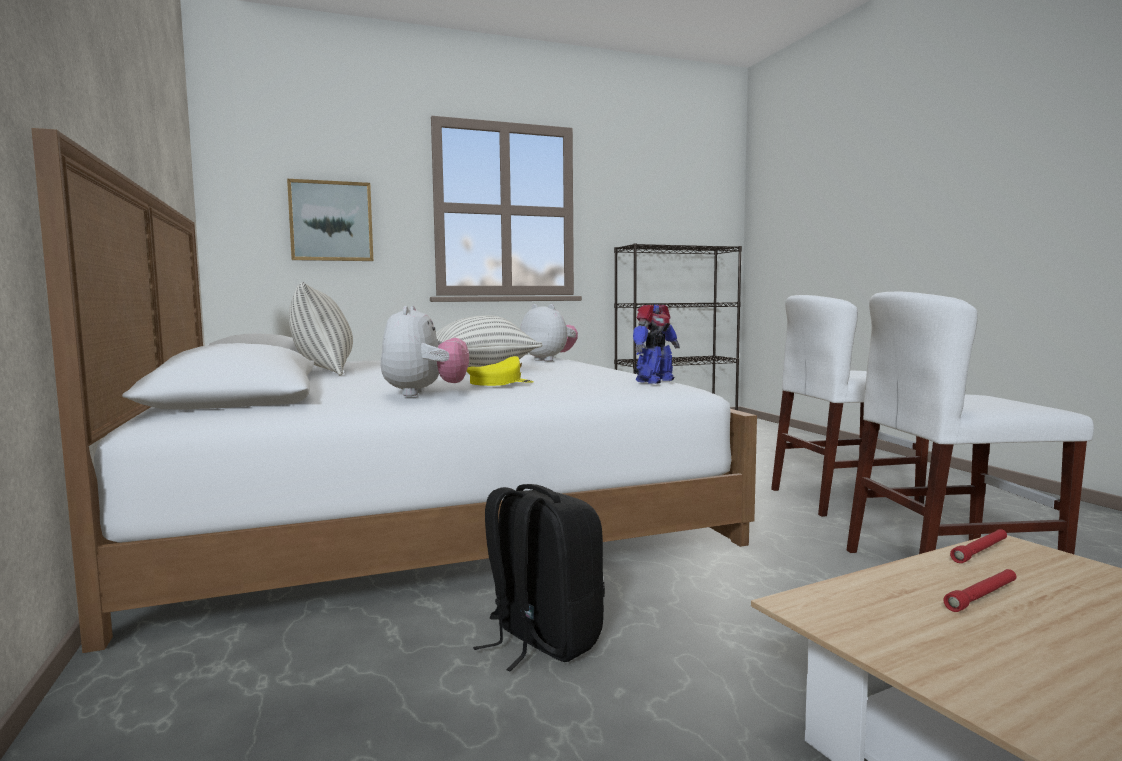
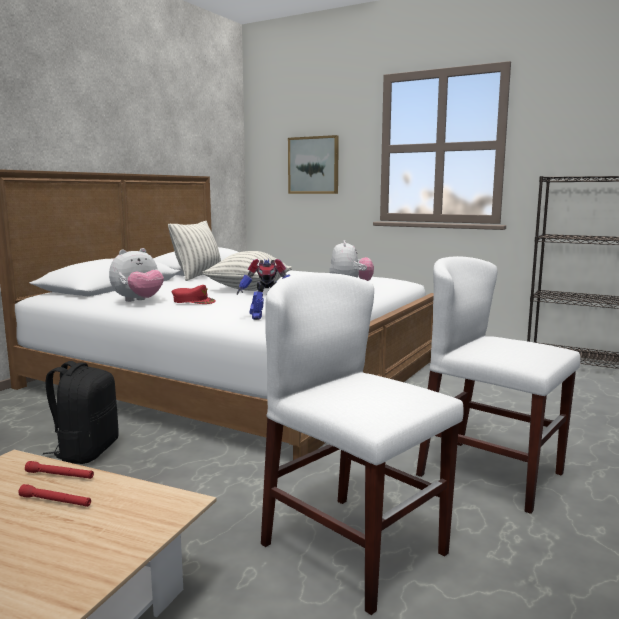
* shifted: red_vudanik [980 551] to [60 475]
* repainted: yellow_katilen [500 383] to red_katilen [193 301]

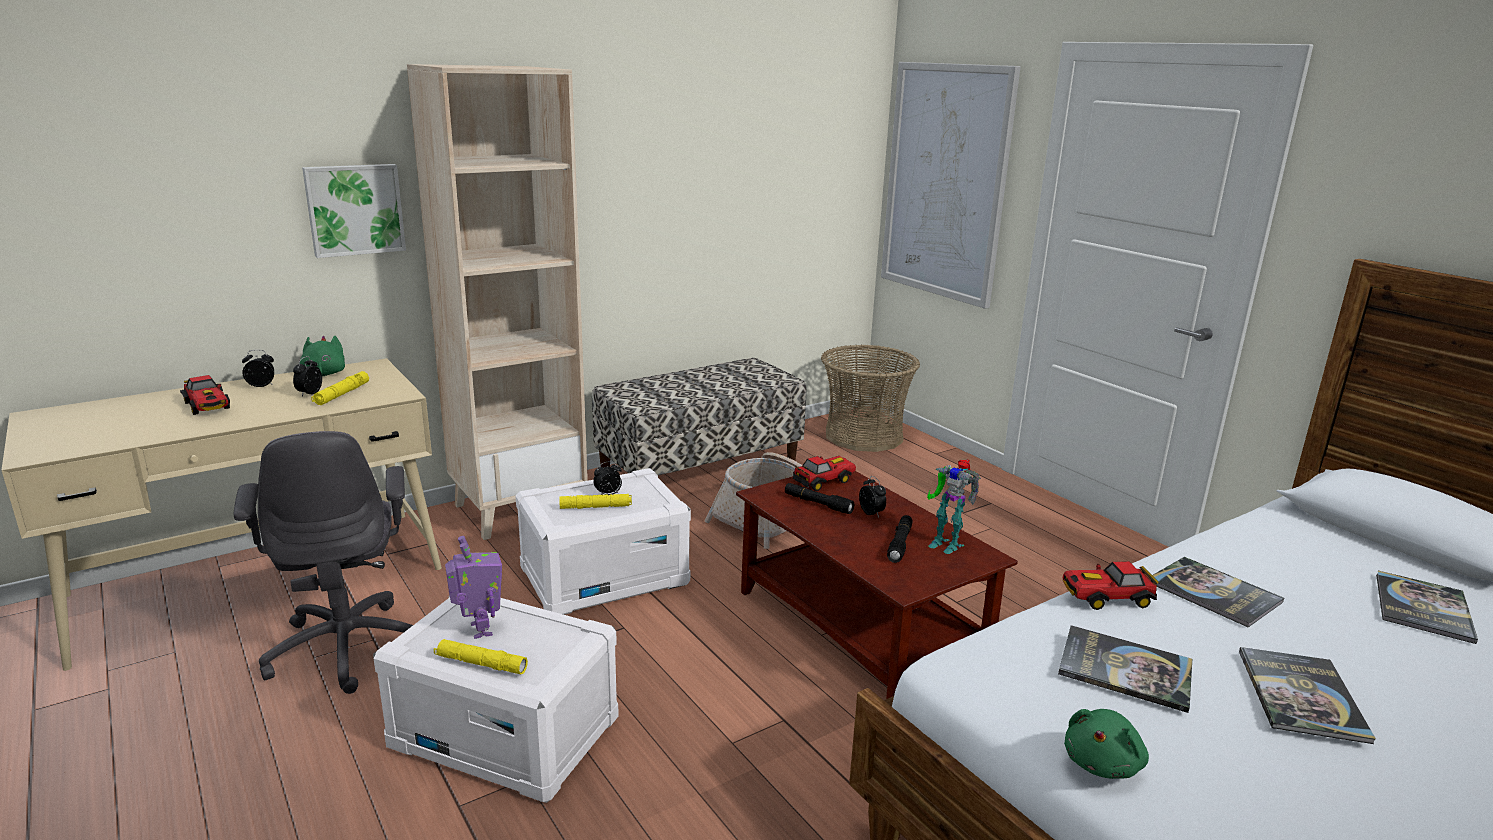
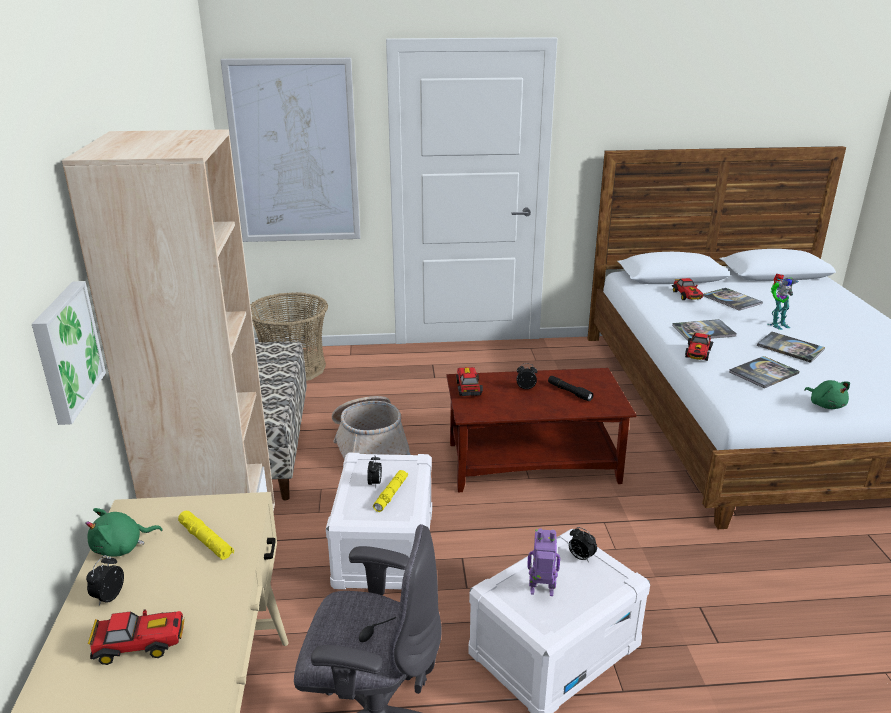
* gone: yellow_vudanik [481 663]
* gone: black_vudanik [818 504]
* new: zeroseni [687 296]
* shifted: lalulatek [309 394] to [580 557]
* shifted: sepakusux [945 543] to [776 324]
* rotated: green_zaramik [323 374] = [122 547] 45 degrees counterclockwise

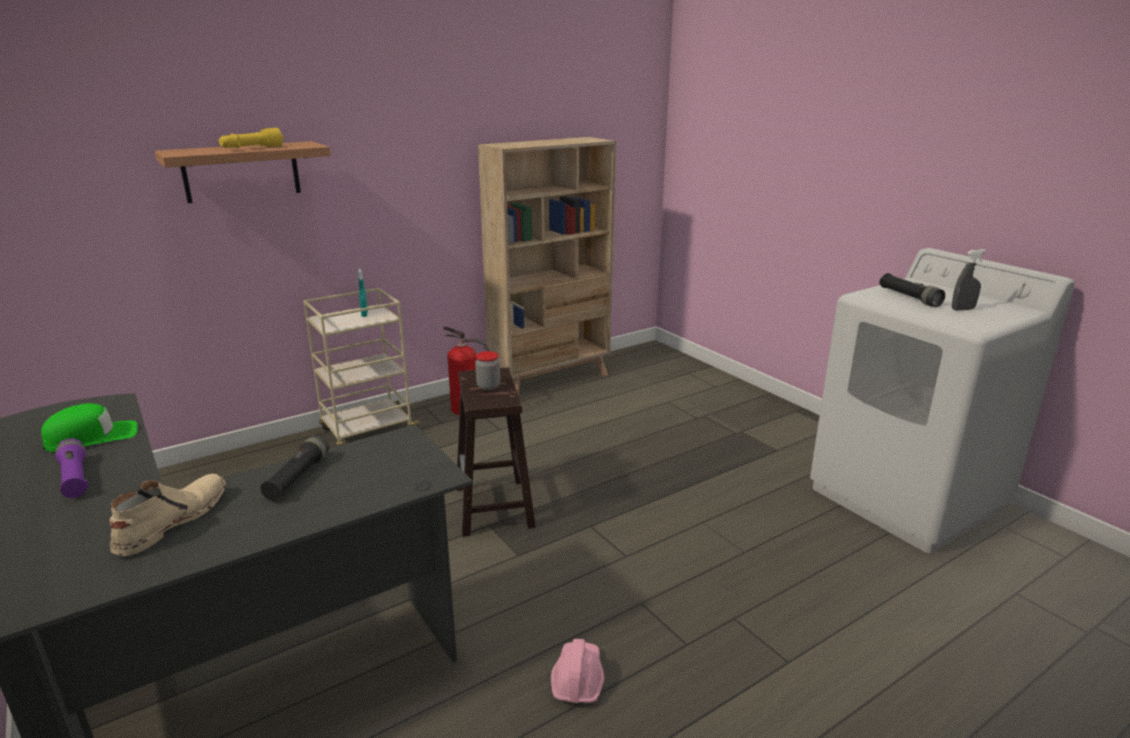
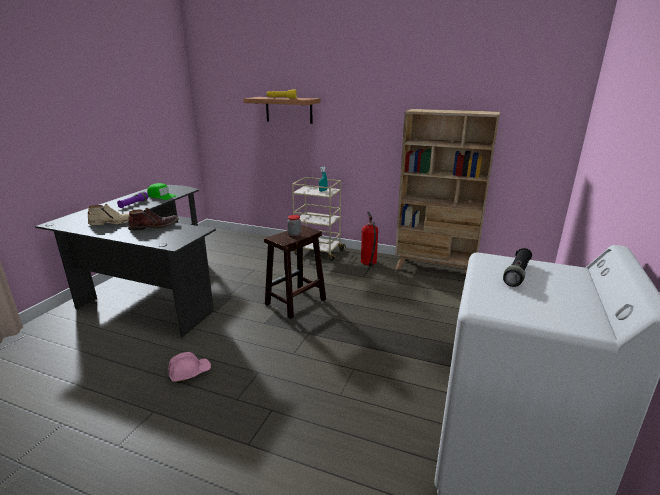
* gone: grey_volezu [962 309]
* swapped: black_vudanik [297 477] to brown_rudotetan [154 226]

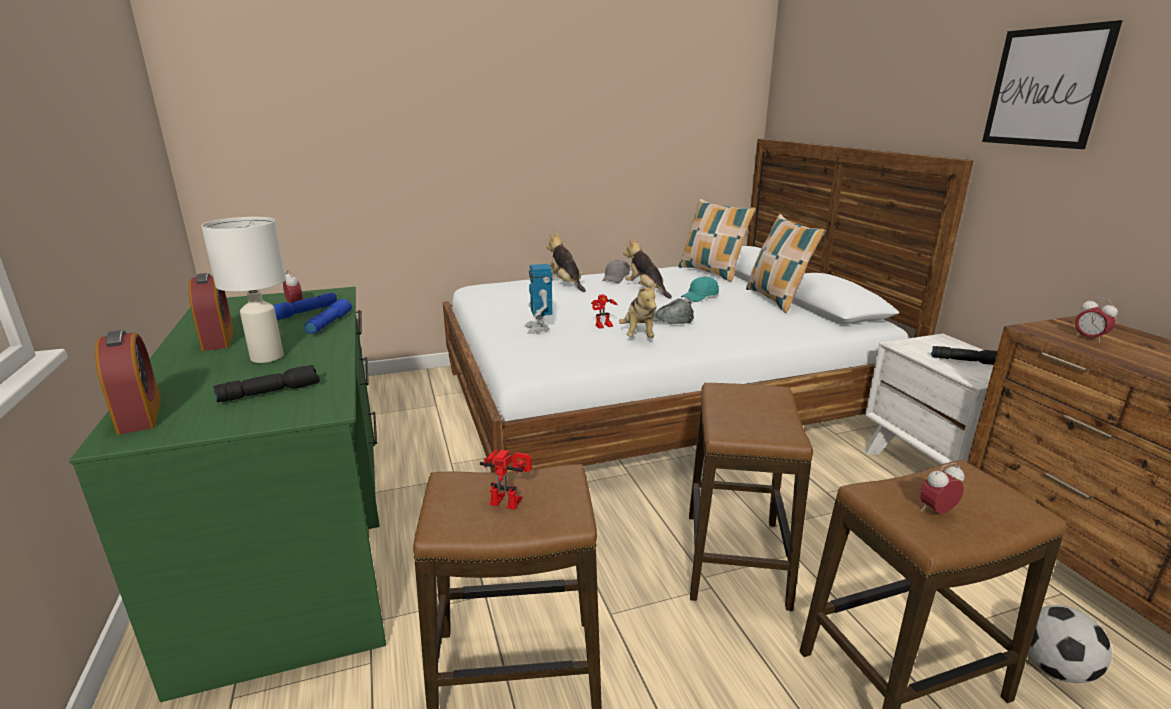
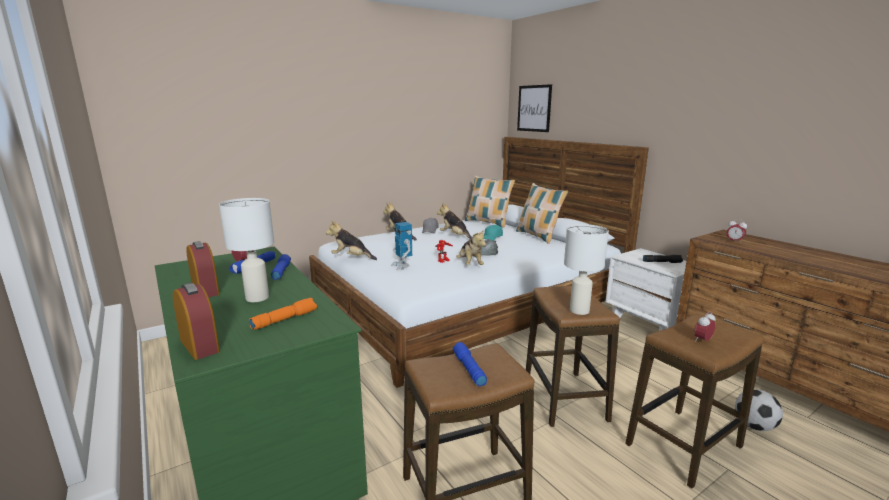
* new: zaramik [351 258]
* new: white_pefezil [579 310]
* shifted: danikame [1045 87] to [534 108]
* swapped: sepakusux [509 499] to blue_vudanik [468 369]
* repainted: black_vudanik [270 392] to orange_vudanik [285 319]

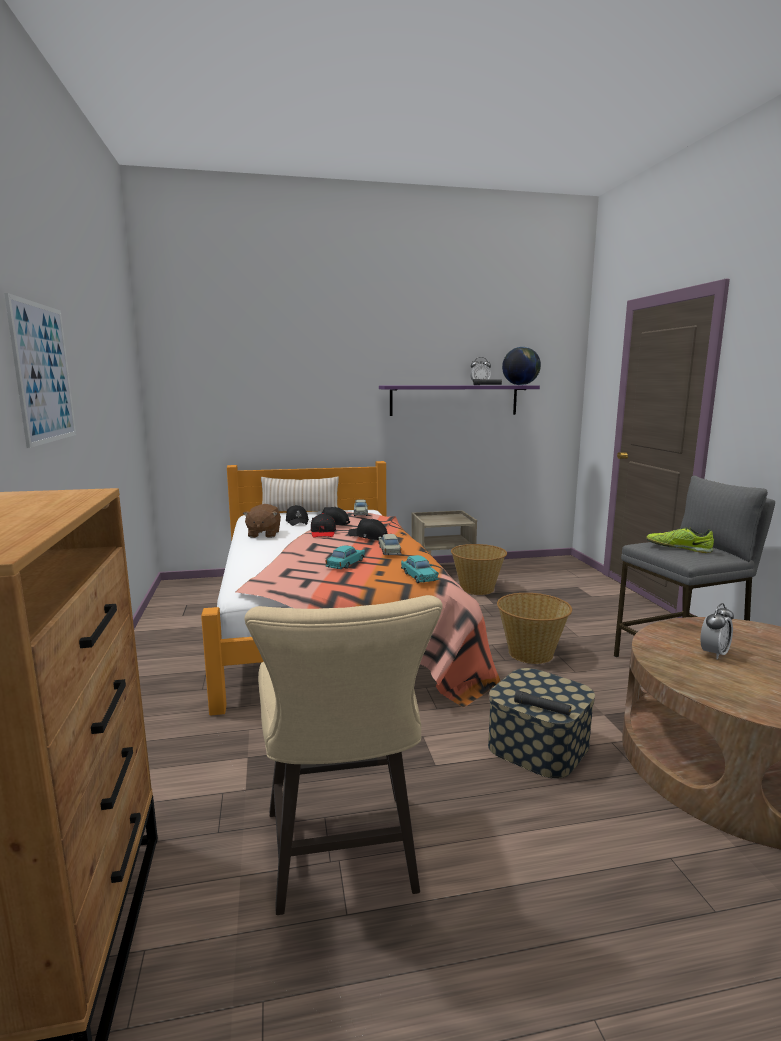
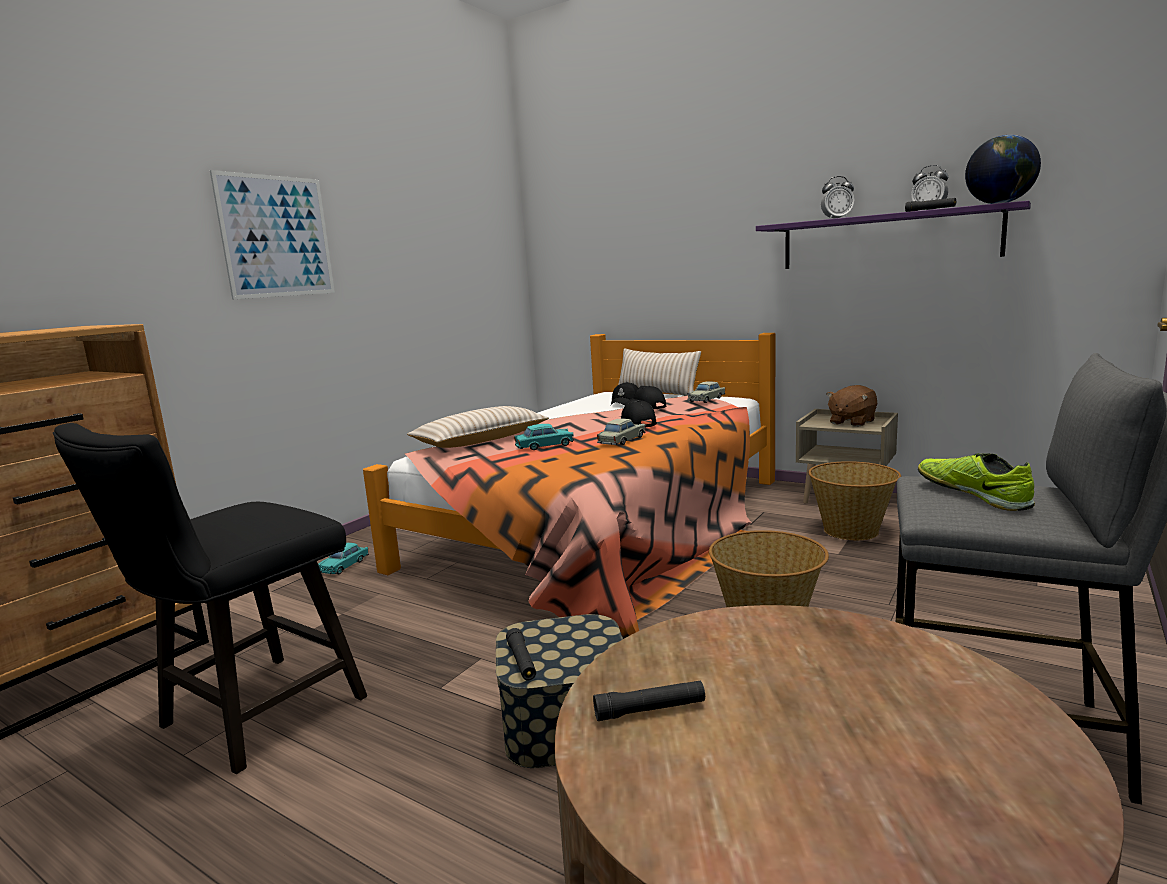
* gone: black_katilen [323 533]
* new: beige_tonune [481 441]
* new: black_vudanik [650 710]
* shifted: brown_zaramik [263 534] to [851 422]
* shifted: turquoise_zeroseni [419 576] to [344 565]
* shifted: lalulatek [714 653] to [837 219]
* repainted: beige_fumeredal [343 859] to black_fumeredal [249 718]

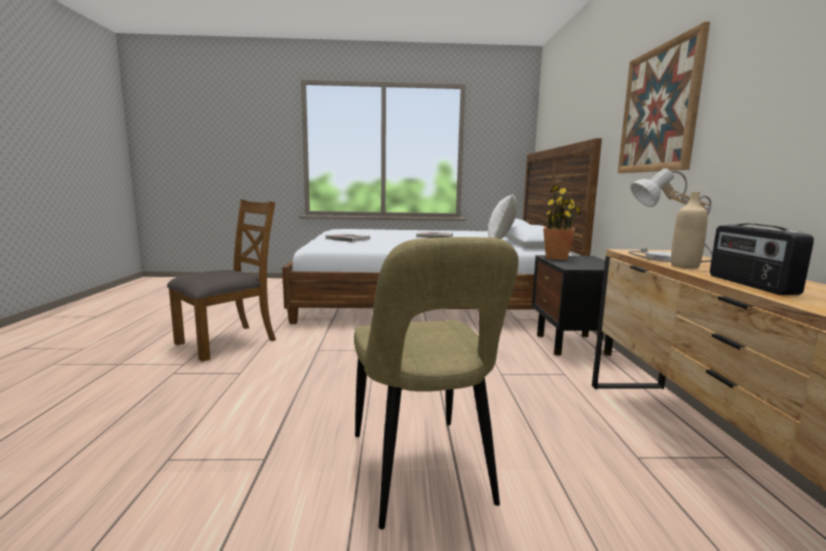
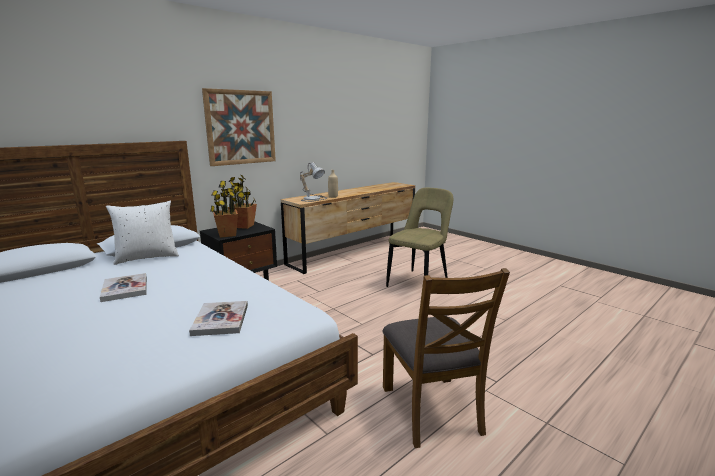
* gone: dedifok [749 284]
* new: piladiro [244 226]
* rotated: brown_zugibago [227 341] = [432 409] 105 degrees counterclockwise

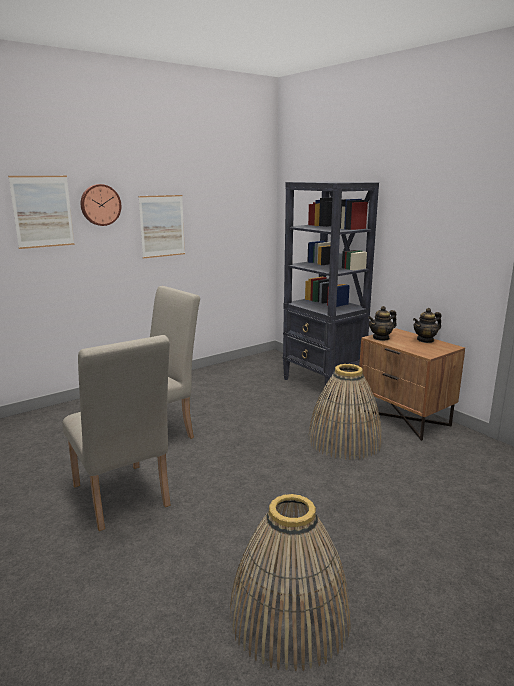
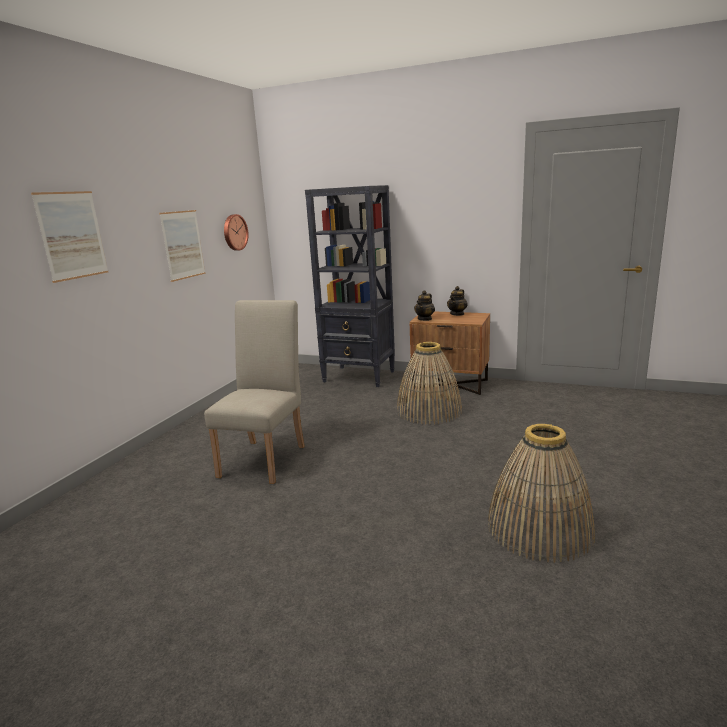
* gone: beige_zugibago [122 500]
* shifted: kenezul [100 205] to [234 232]

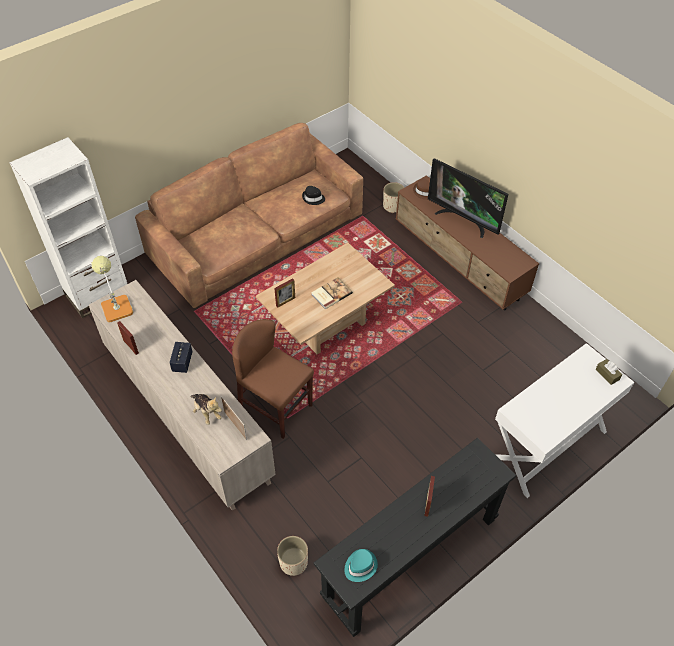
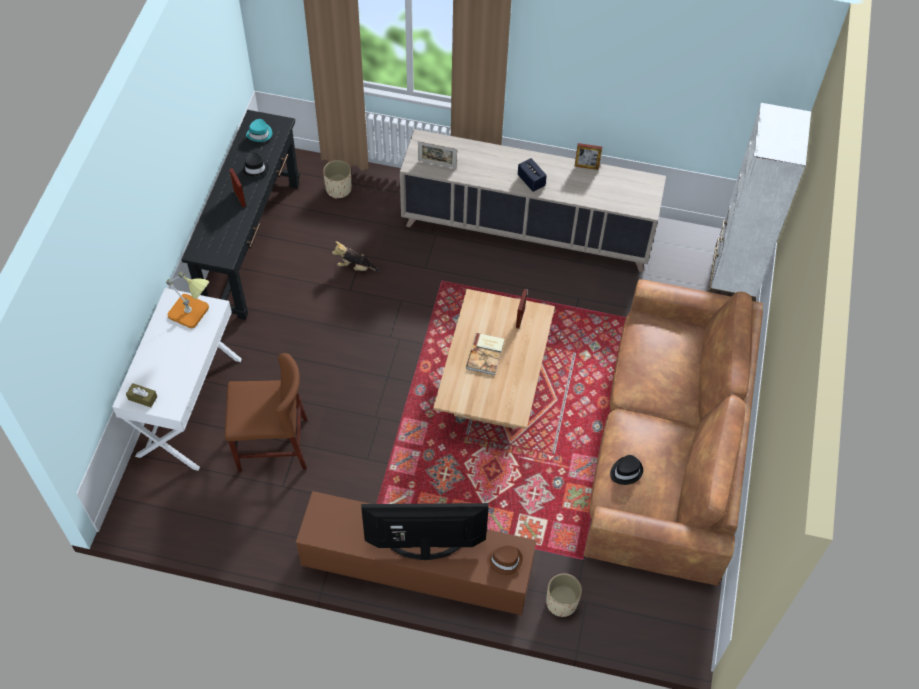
* new: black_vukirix [255 167]
* shifted: pefezil [115 306] to [193 313]
* shifted: zaramik [206 412] to [356 267]
* shifted: brown_zugibago [275 407] to [272 445]

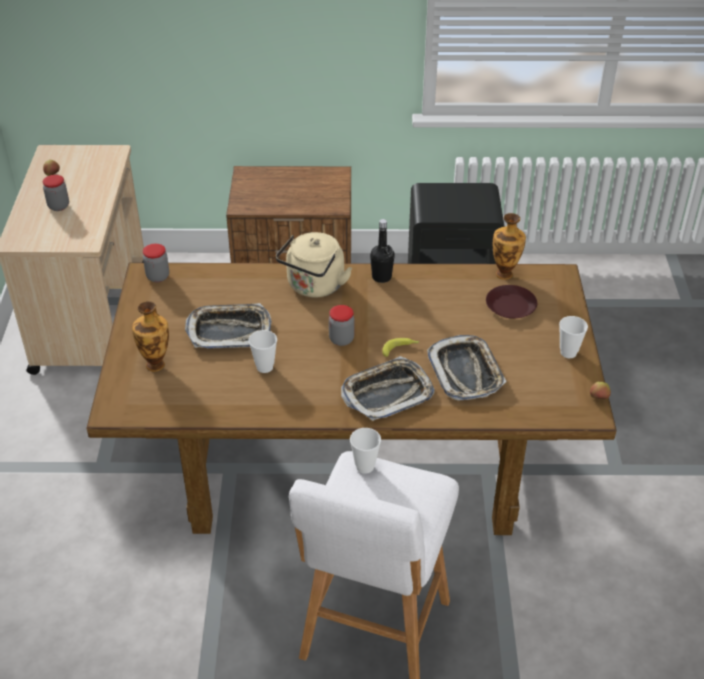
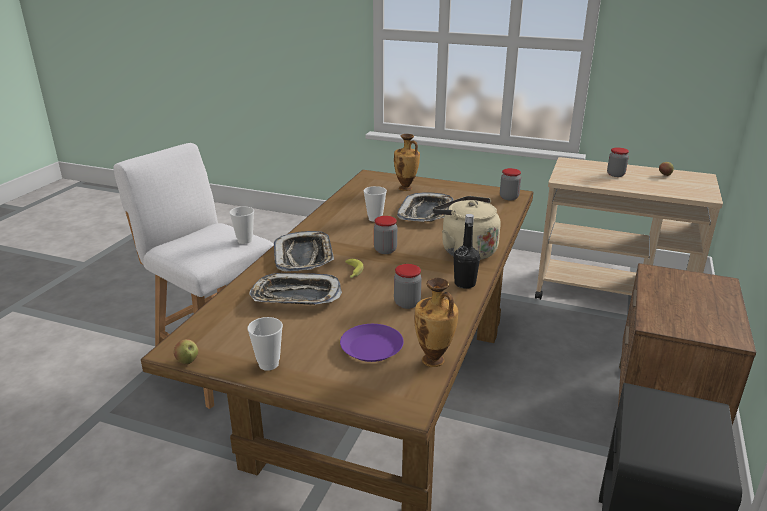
* new: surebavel [407 303]
* repainted: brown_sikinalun [510 306] to purple_sikinalun [372 347]

